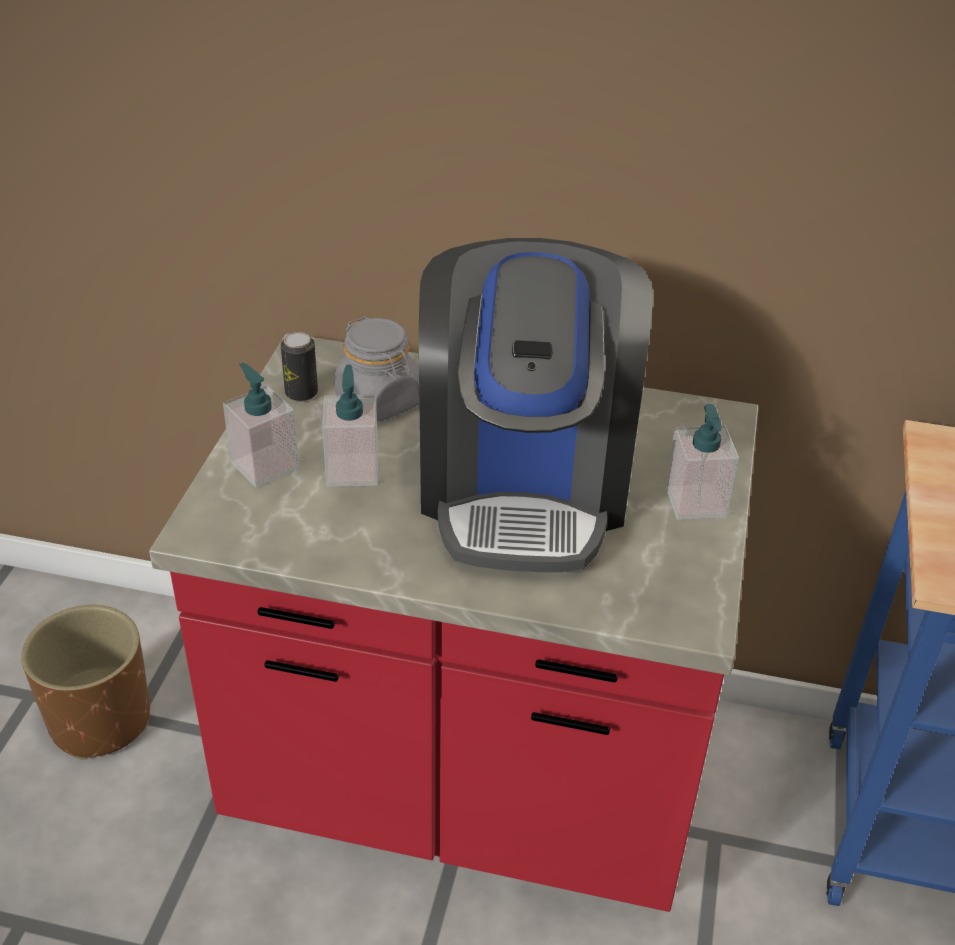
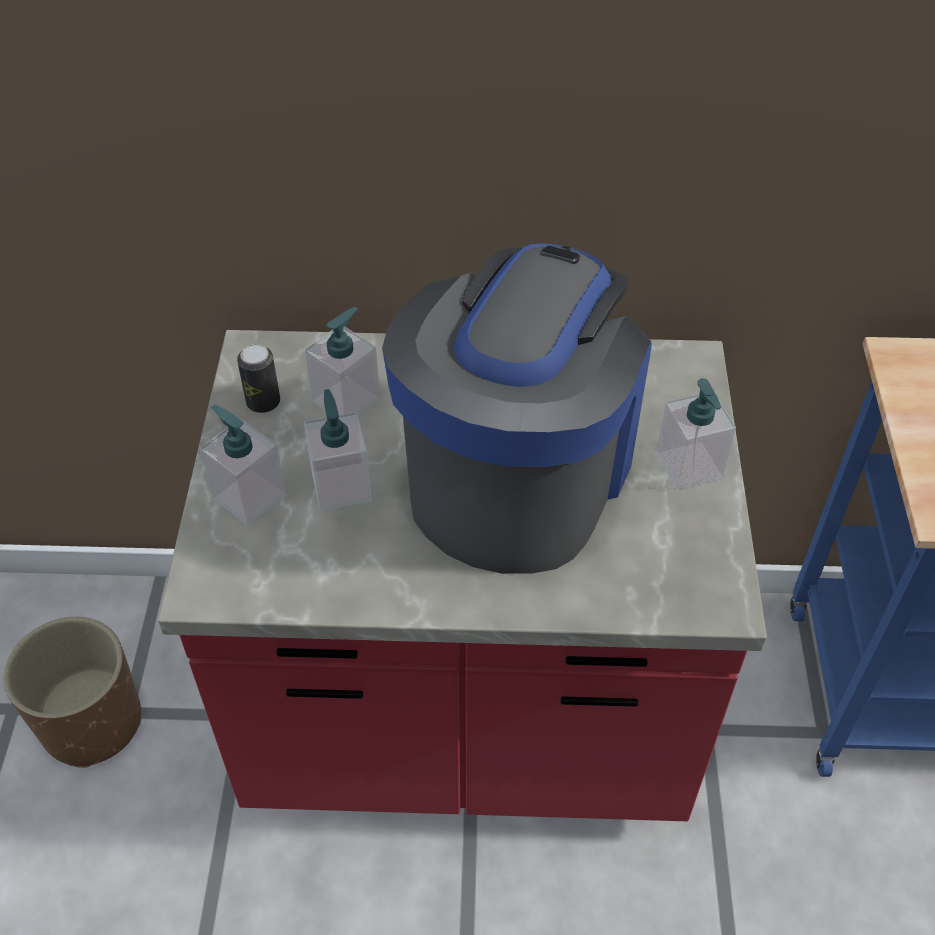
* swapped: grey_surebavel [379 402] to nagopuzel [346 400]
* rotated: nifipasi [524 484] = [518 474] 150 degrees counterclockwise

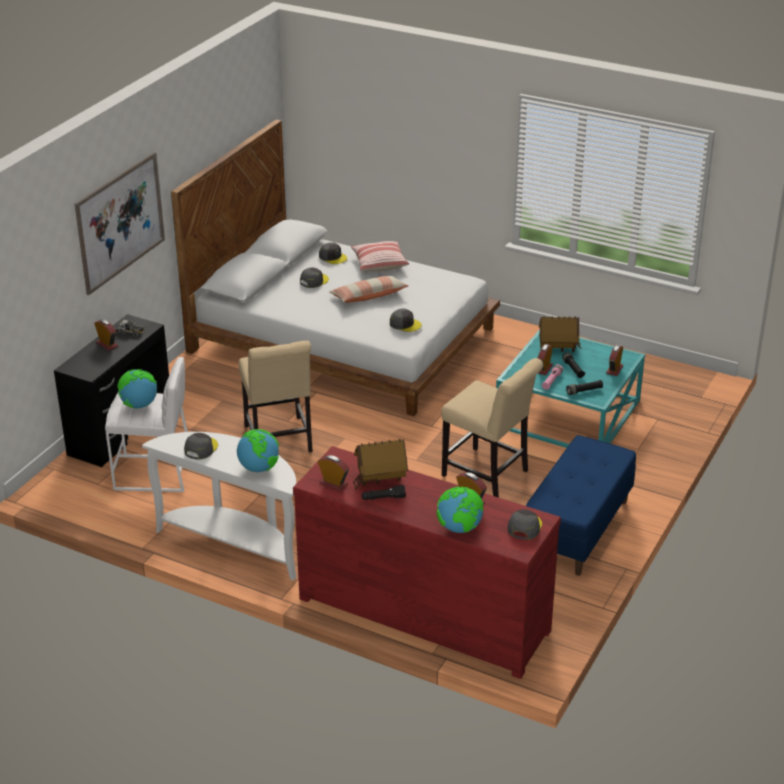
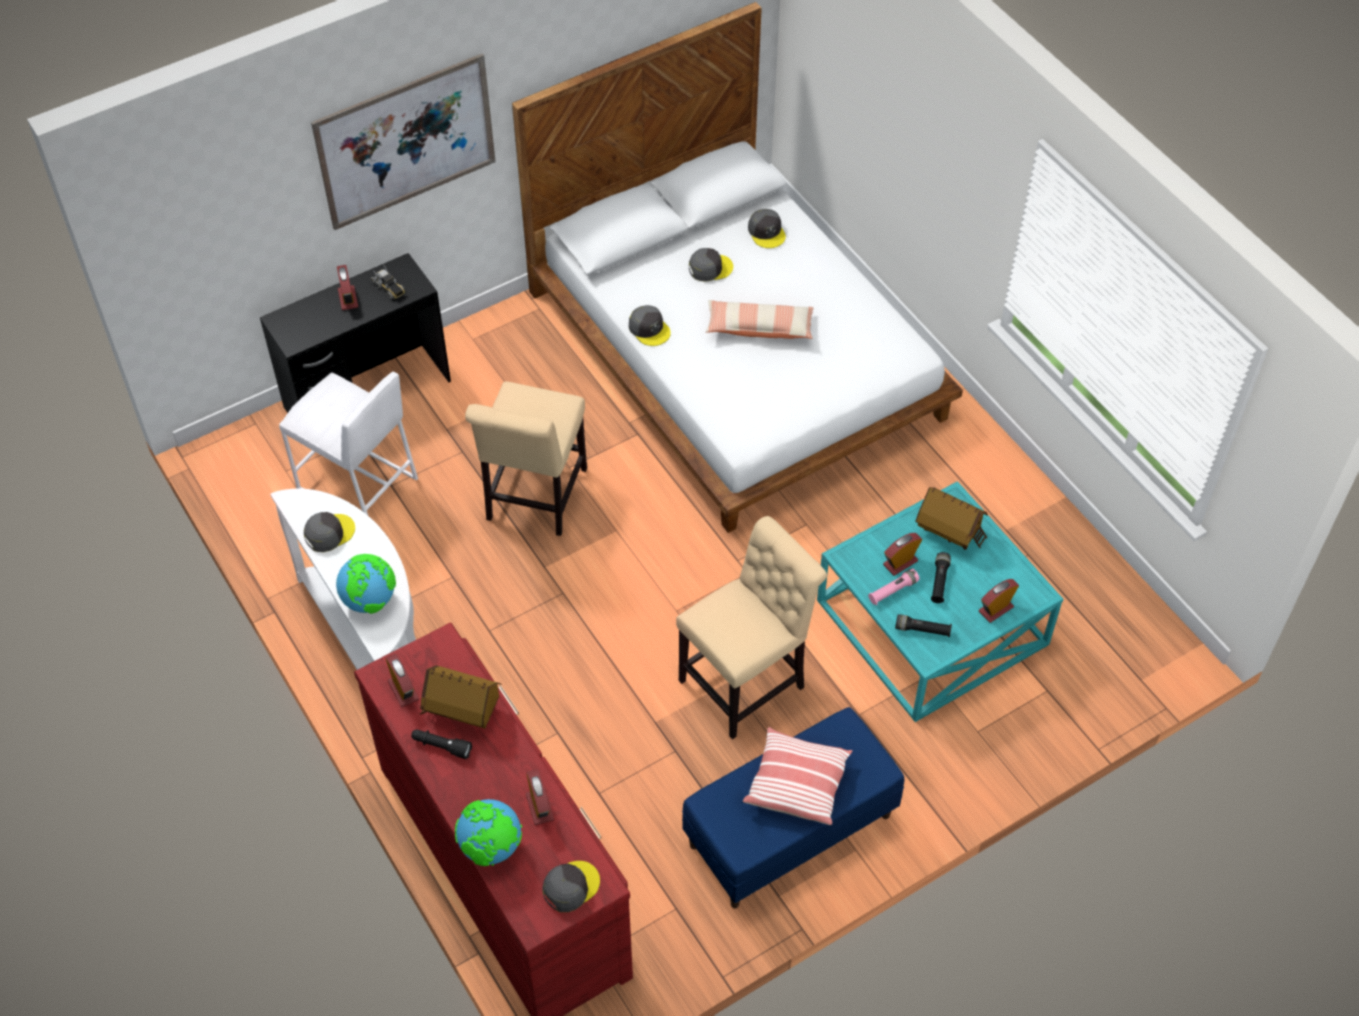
* gone: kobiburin [139 405]
* shifted: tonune [379 264] to [797 783]
* shifted: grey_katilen [405 324] to [649 329]
* rotated: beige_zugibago [489 475] = [747 681] 105 degrees counterclockwise

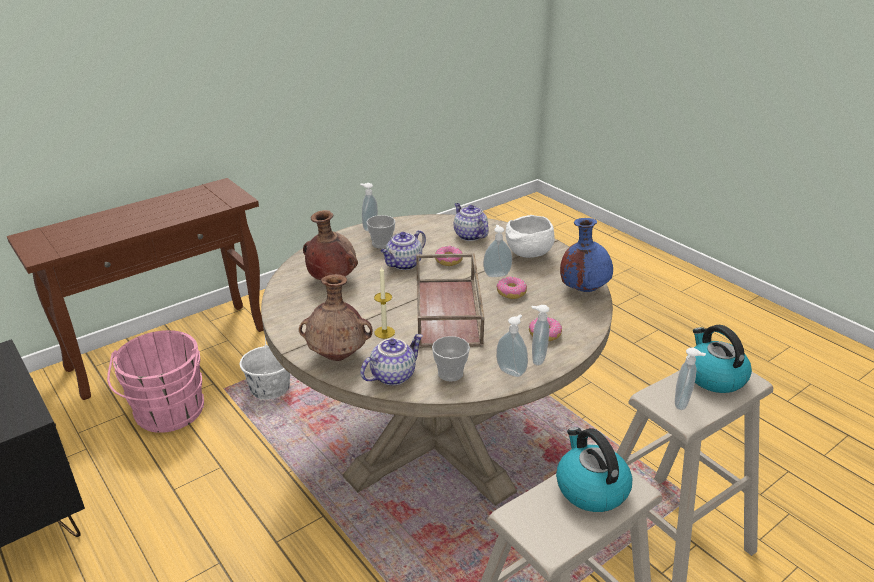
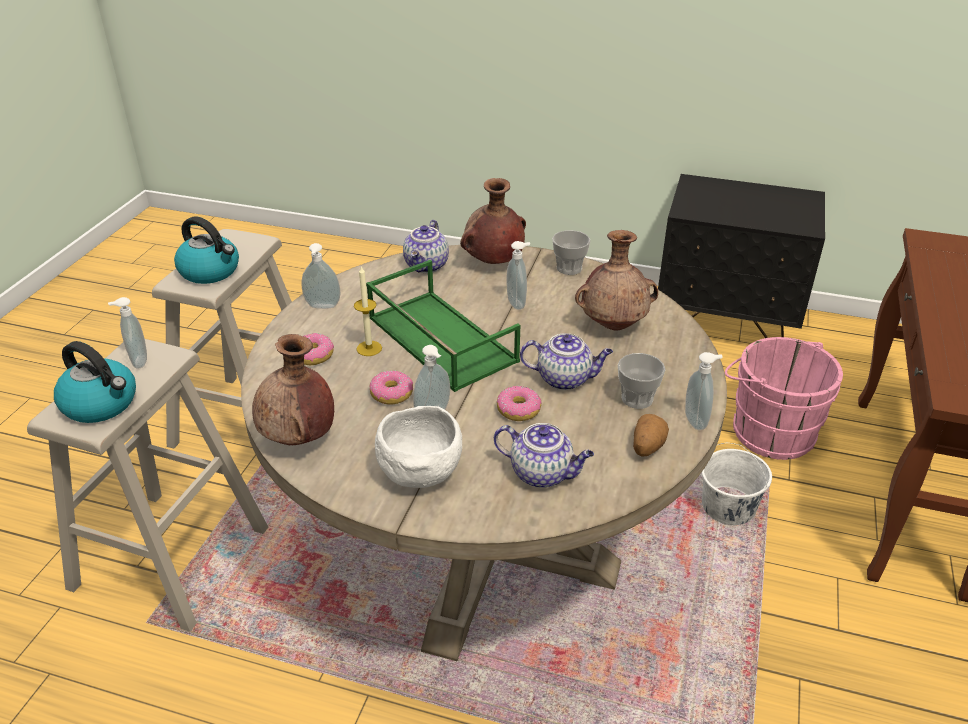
* new: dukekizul [647 446]
* shifted: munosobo [384 332] to [369 348]
* shifted: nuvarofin [450 373] to [569 268]
* shifted: nagopuzel [537 359] to [517 303]
* repainted: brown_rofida [449 313] to green_rofida [439 339]
* repainted: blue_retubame [583 289] to brown_retubame [299 439]
* rotated: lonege [403 264] = [565 379] 90 degrees clockwise

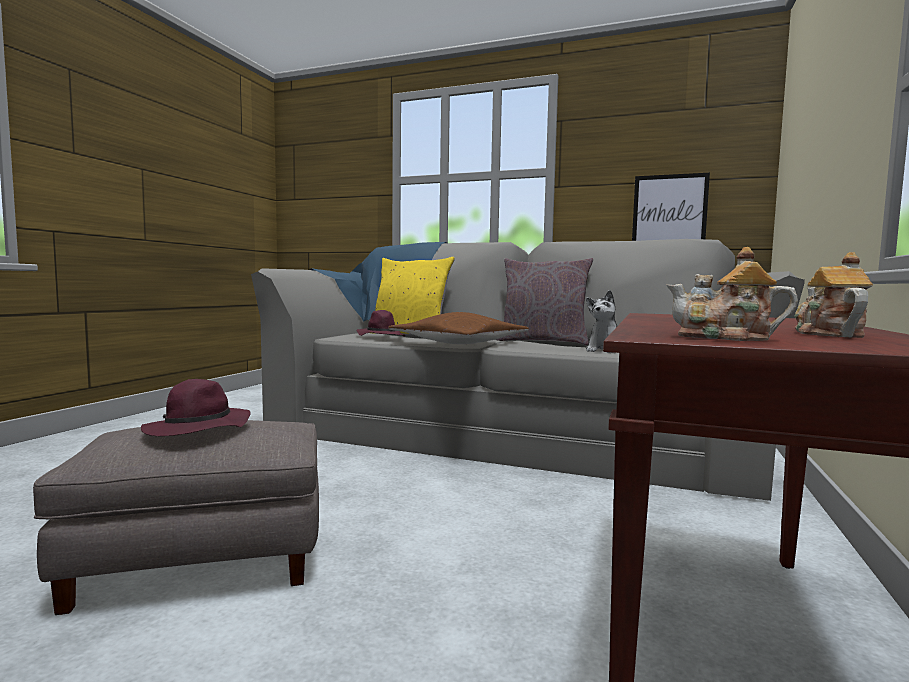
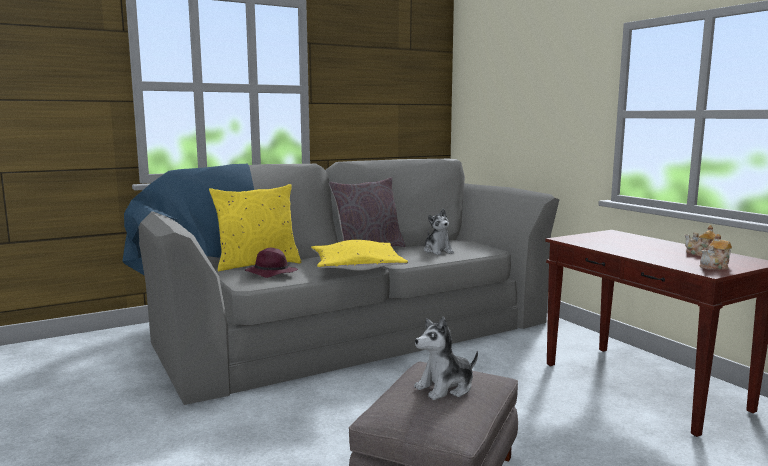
* gone: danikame [669 209]
* swapped: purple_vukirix [198 429] to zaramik [446 388]
* repainted: brown_tonune [459 343] to yellow_tonune [357 267]

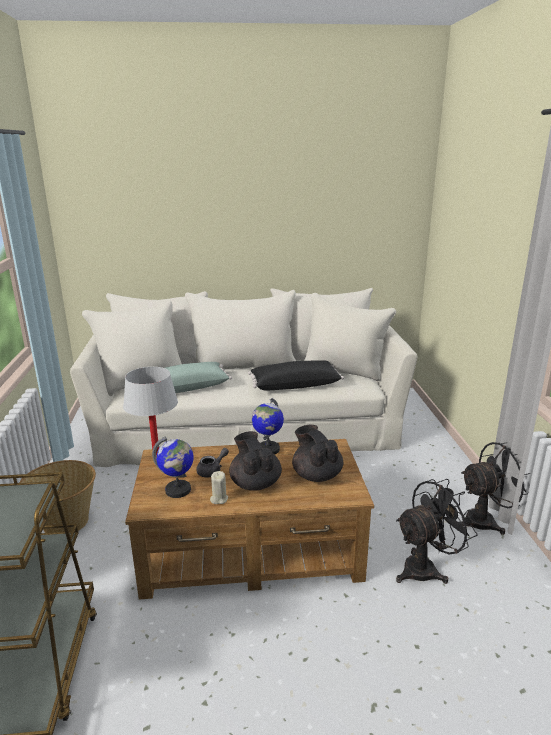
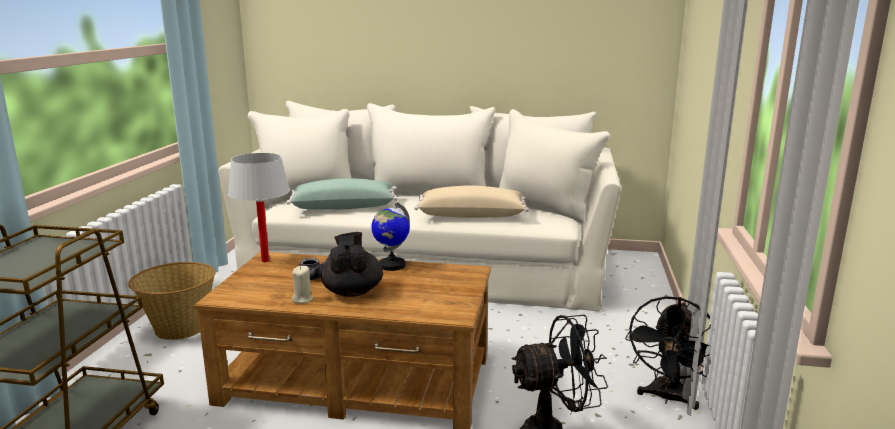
* gone: kobiburin [178 490]
* gone: black_lonege [316 475]
* repainted: black_tonune [295 385] to beige_tonune [472 215]
* rotated: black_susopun [486 521] = [667 398] 120 degrees clockwise

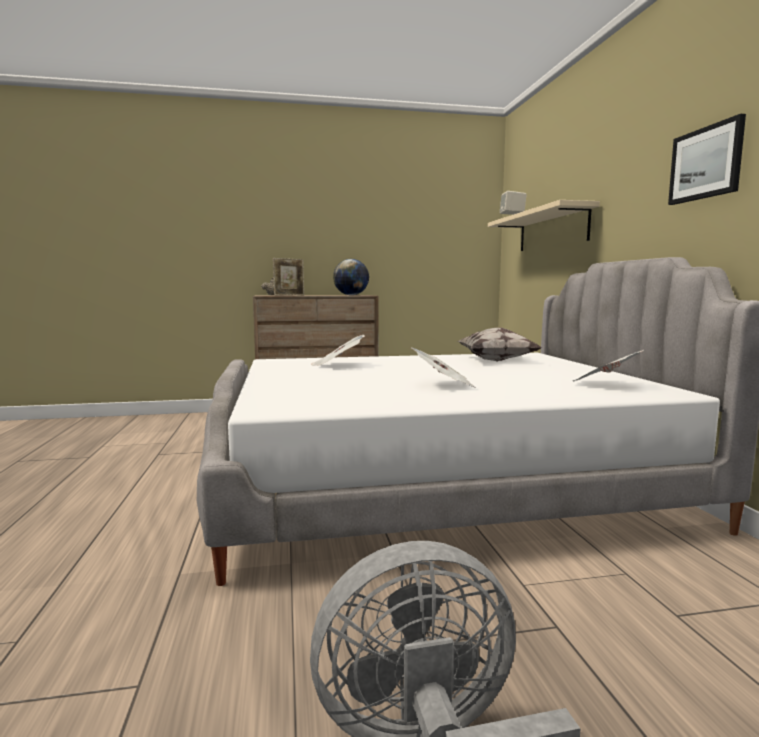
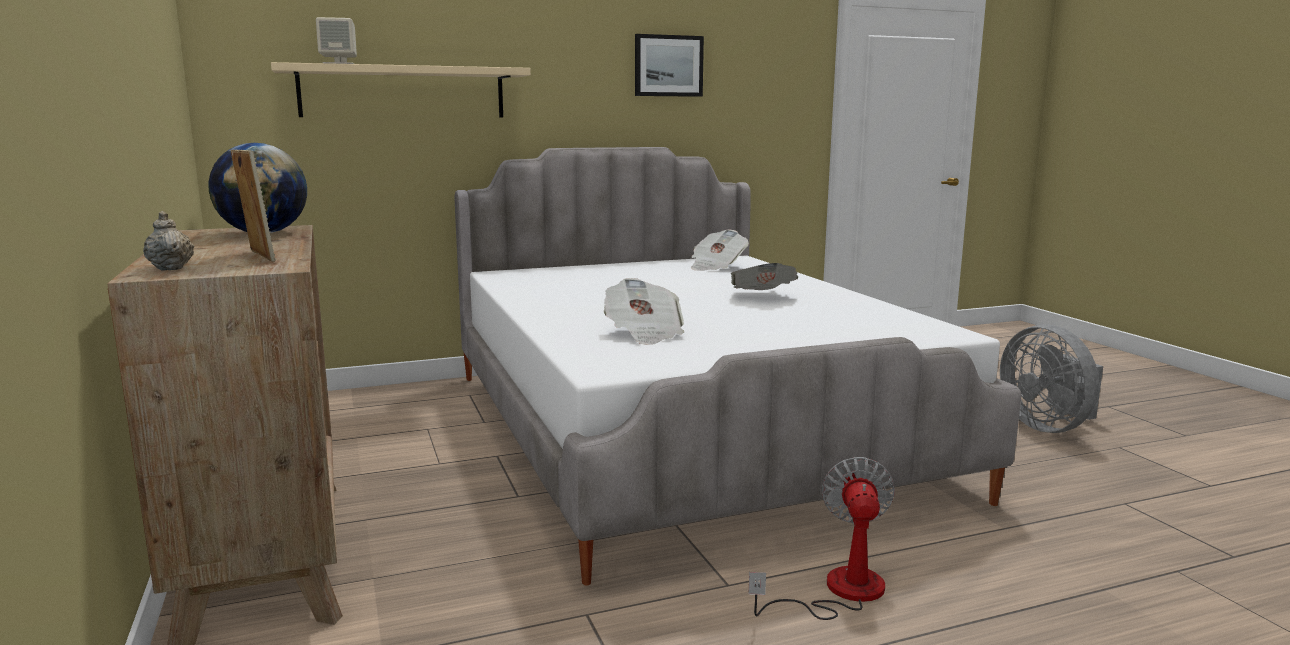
* gone: tonune [497 360]
* new: susopun [838 592]

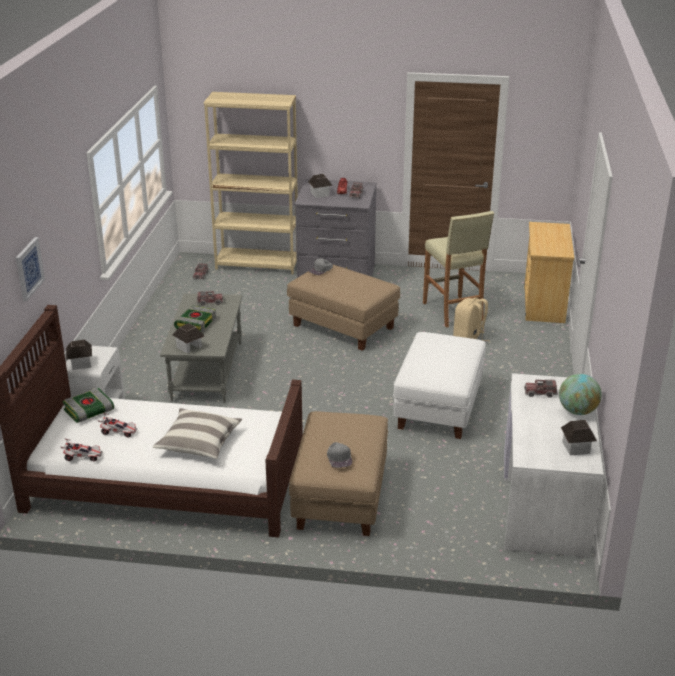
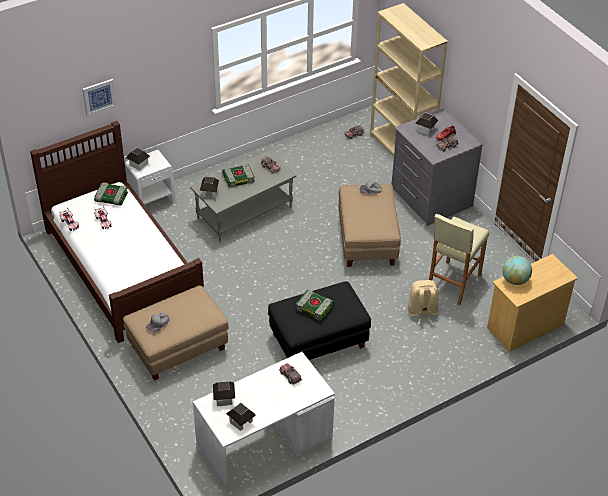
* gone: tonune [199 443]
* new: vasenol [224 398]
* new: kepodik [315 307]
* shifted: kobiburin [577 411] to [515 280]
* repainted: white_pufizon [438 407] to black_pufizon [318 341]

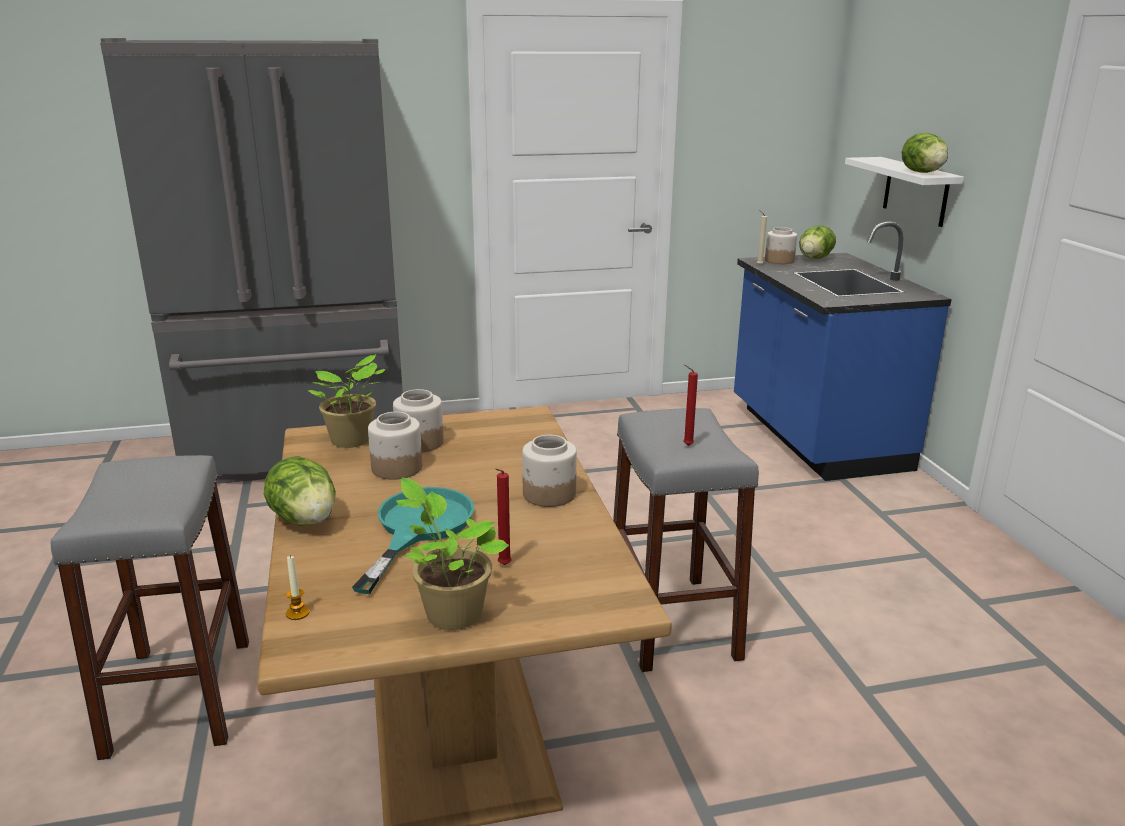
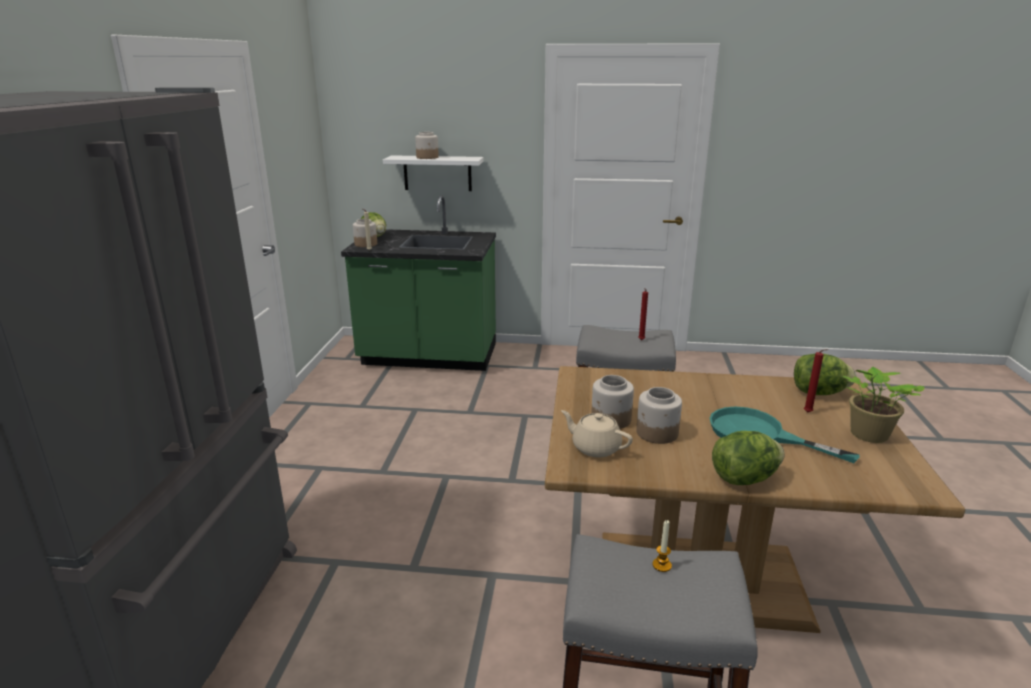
* shifted: munosobo [297 613] to [662 565]
* shifted: surebavel [549 494] to [427 157]
* shifted: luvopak [922 172] to [818 393]
* swapped: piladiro [352 441] to beige_lonege [595 448]
* repainted: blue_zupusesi [815 438] to green_zupusesi [429 356]

